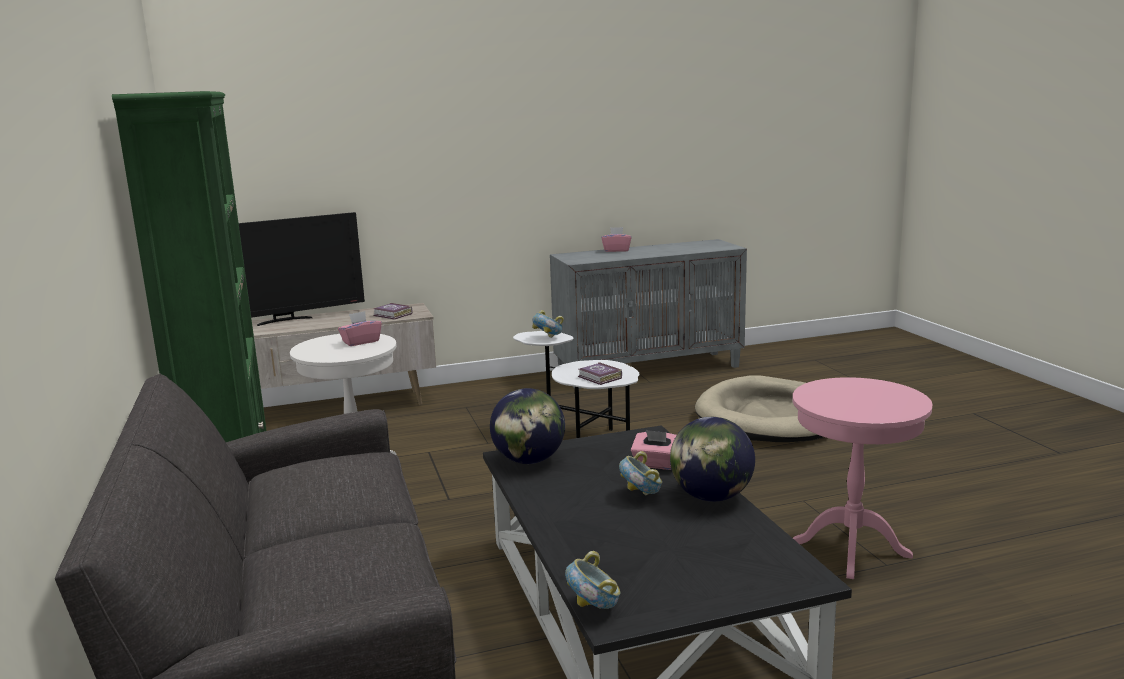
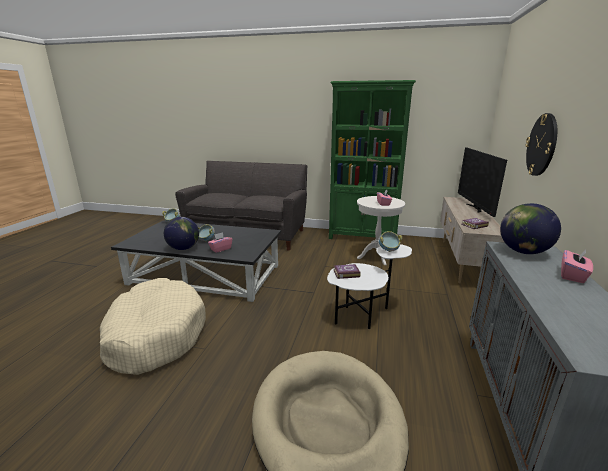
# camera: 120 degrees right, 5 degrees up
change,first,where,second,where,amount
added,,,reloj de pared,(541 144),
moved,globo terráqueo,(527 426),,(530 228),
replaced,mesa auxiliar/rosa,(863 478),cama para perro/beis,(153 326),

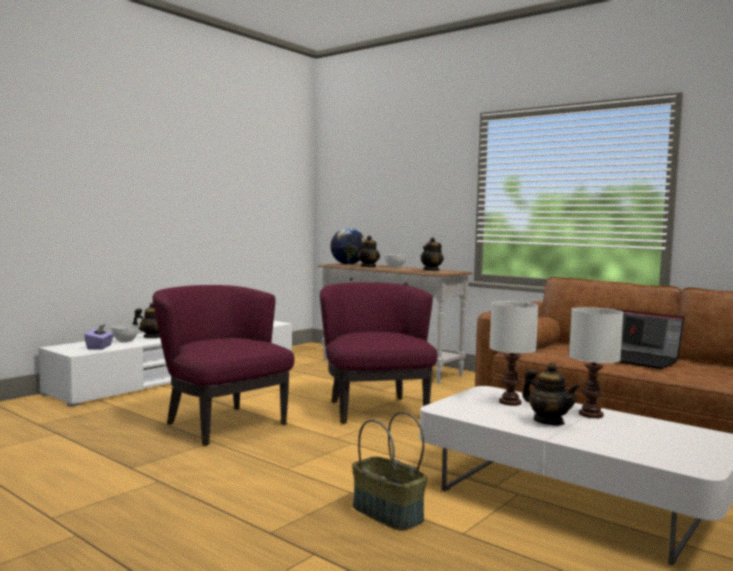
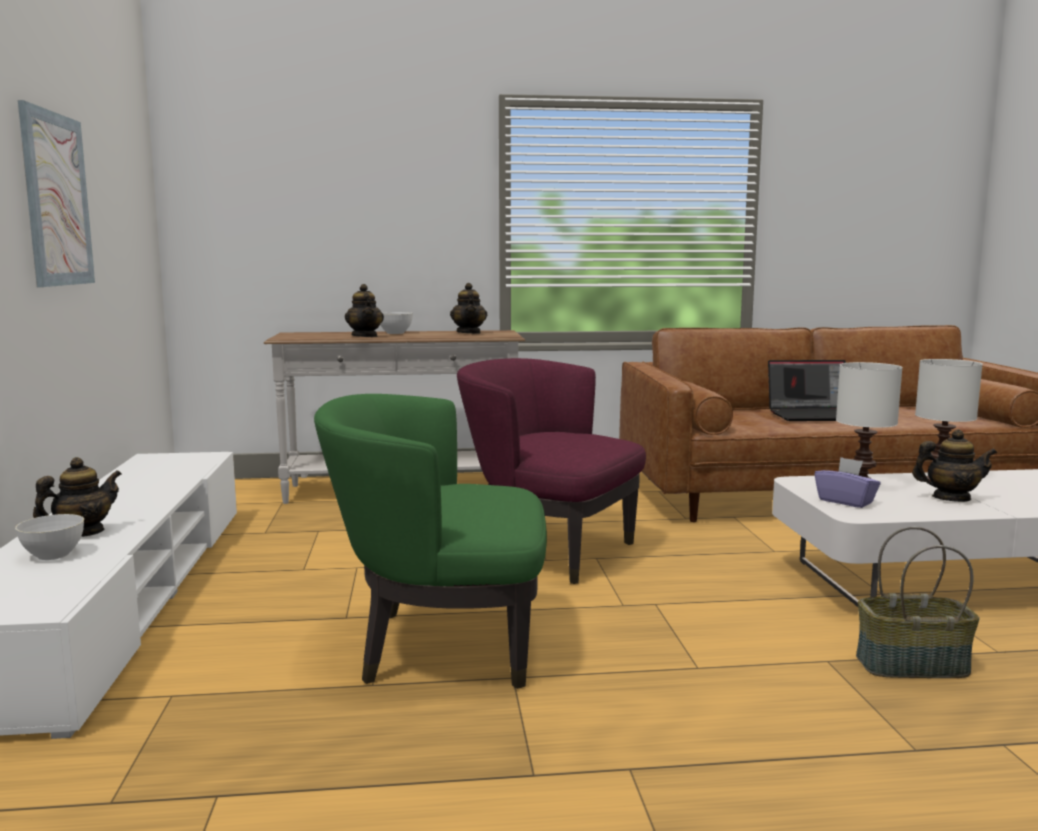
# camera: 45 degrees left, 5 degrees up
change,first,where,second,where,amount
removed,globo terráqueo,(347 246),,,
added,,,cuadro,(56 193),
moved,caja de pañuelos/morado,(99 337),,(848 482),
recoloured,sillón/morado,(224 365),sillón/verde,(430 541),

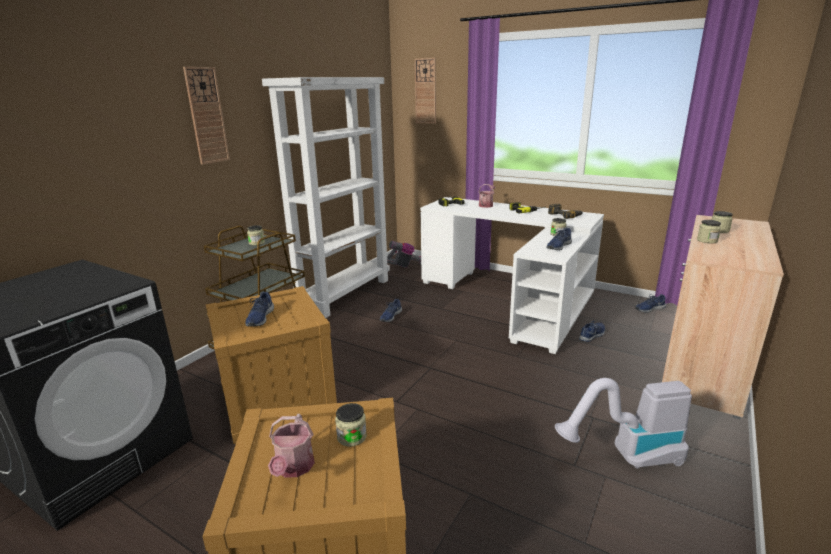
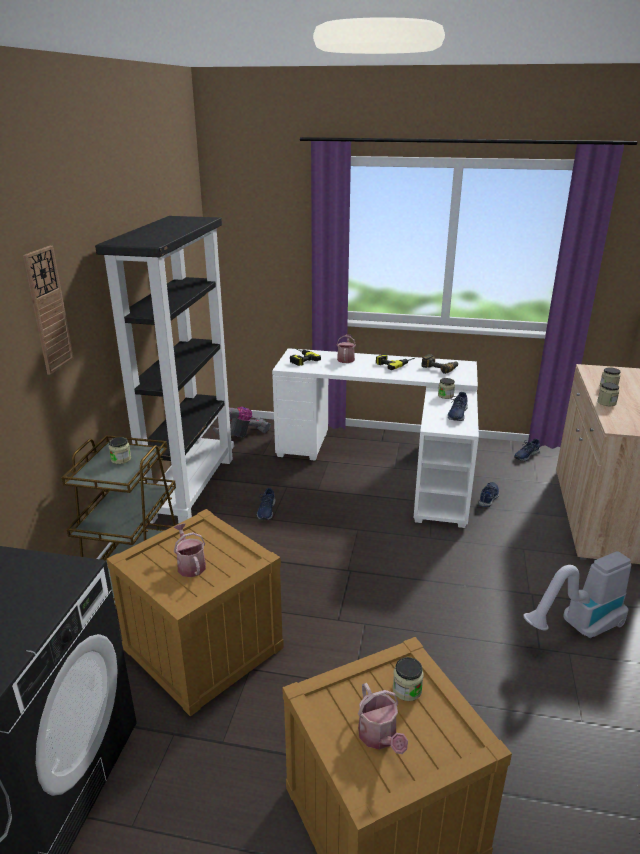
# camera: 20 degrees left, 5 degrees up
change,first,where,second,where,amount
removed,reloj de pared,(425 91),,,
replaced,zapato/azul,(259 309),regadera,(190 550),
recoloured,estantería/blanco,(326 197),estantería/negro,(164 370),

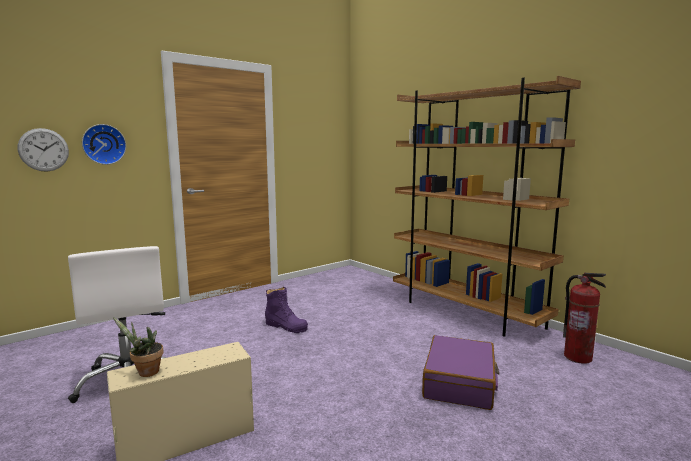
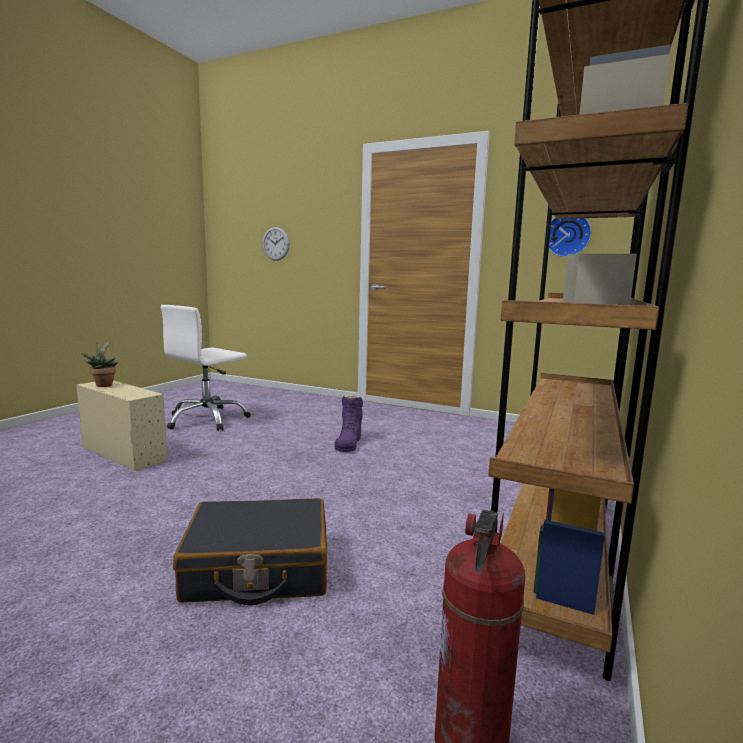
# camera: 65 degrees right, 0 degrees up
change,first,where,second,where,amount
moved,reloj de pared,(104 144),,(568 237),
recoloured,maleta/morado,(460 372),maleta/negro,(250 551),

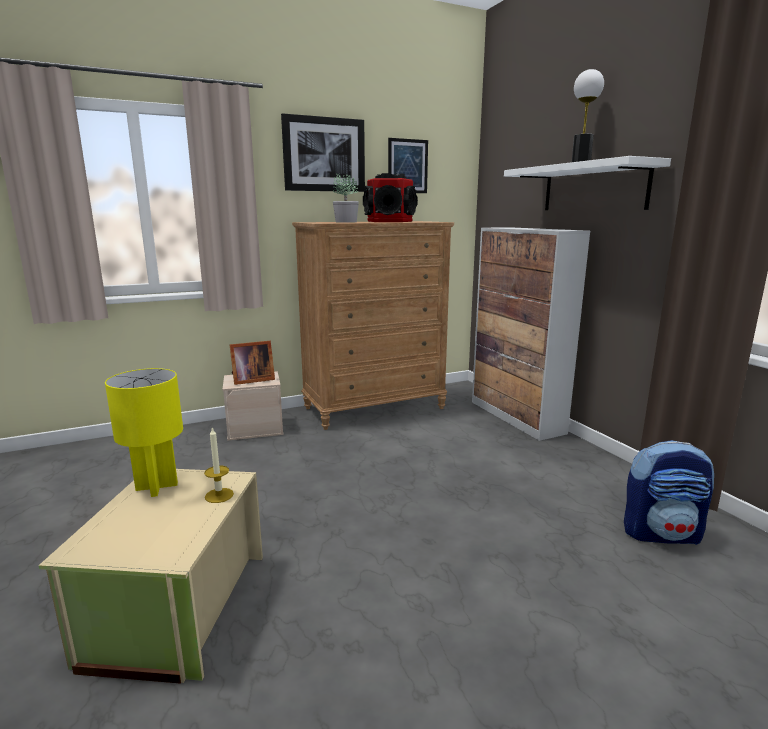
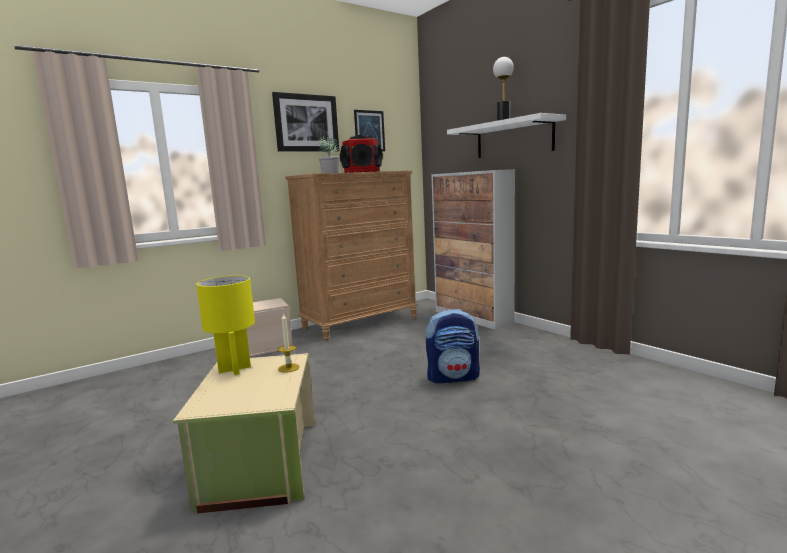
# camera: 10 degrees left, 5 degrees down
change,first,where,second,where,amount
removed,portarretratos,(252 363),,,
moved,mochila,(669 492),,(453 346),

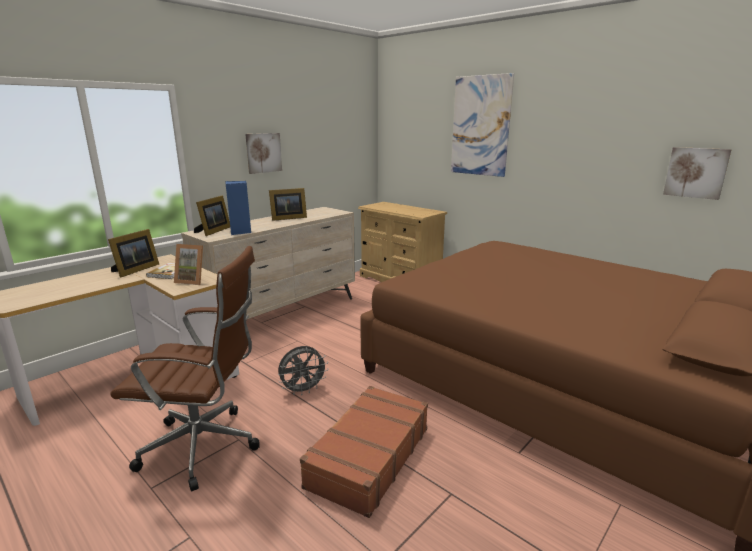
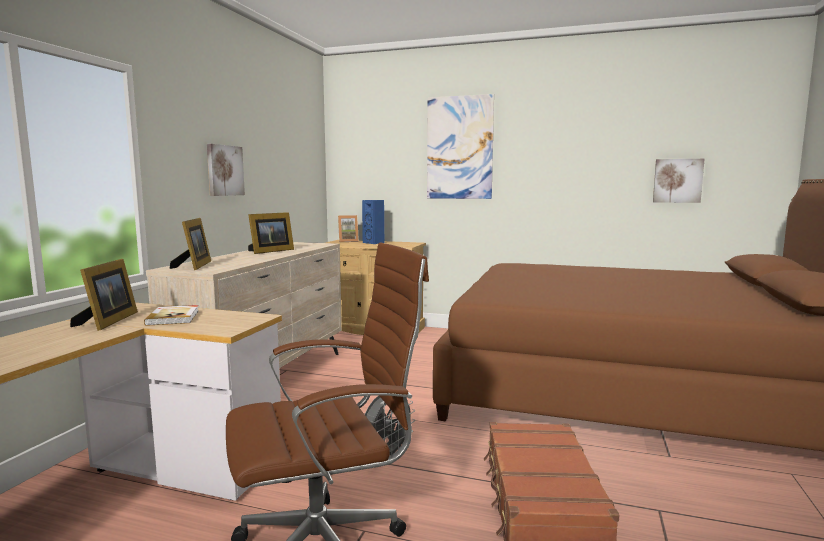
# camera: 25 degrees left, 10 degrees down
change,first,where,second,where,amount
moved,portarretratos,(188 264),,(348 228),
moved,altavoz/azul,(238 208),,(373 222),

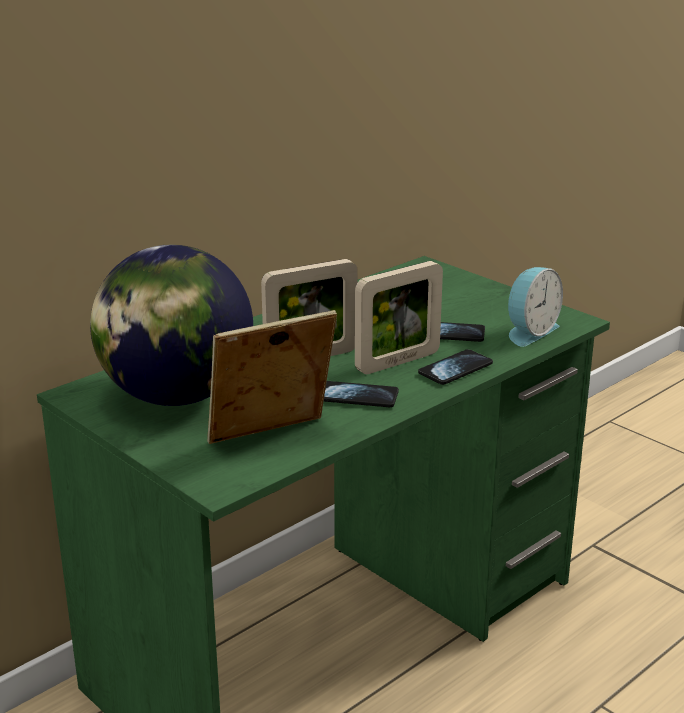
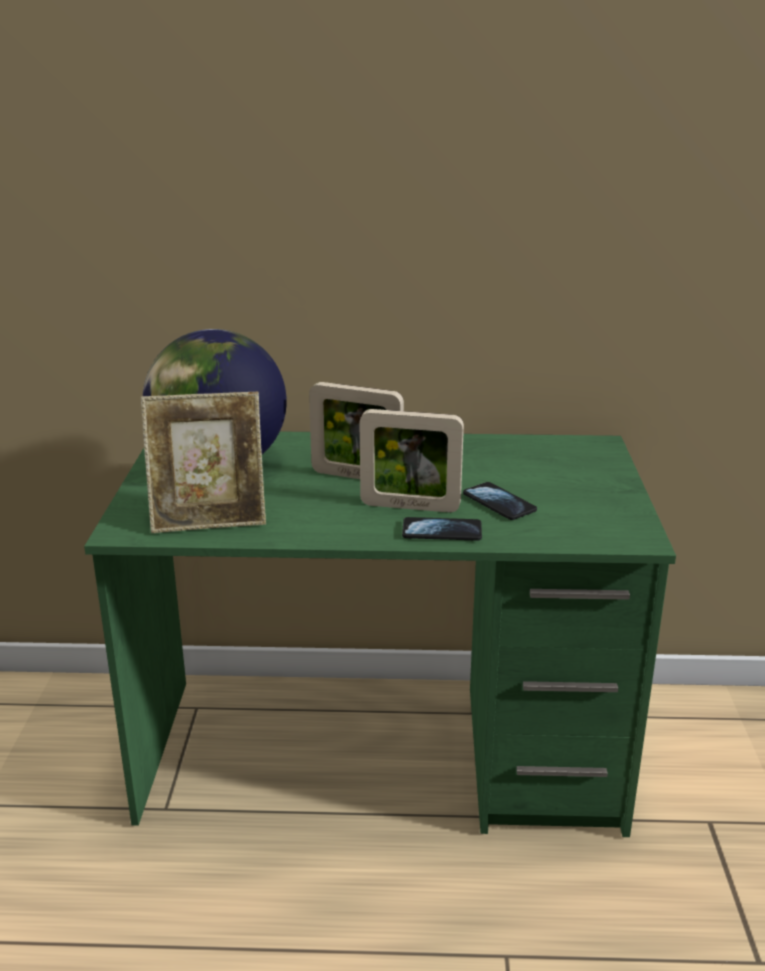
# camera: 45 degrees right, 0 degrees up
change,first,where,second,where,amount
removed,móvil,(361 394),,,
removed,despertador,(535 307),,,
turned,portarretratos,(272 377),,(203 462),150 degrees clockwise

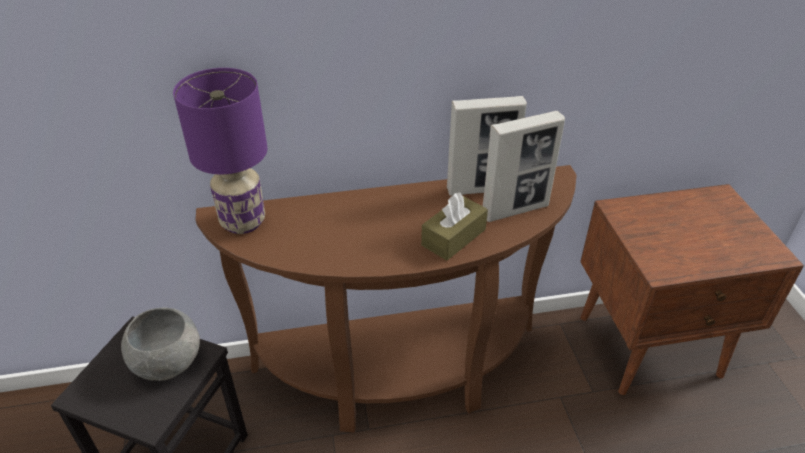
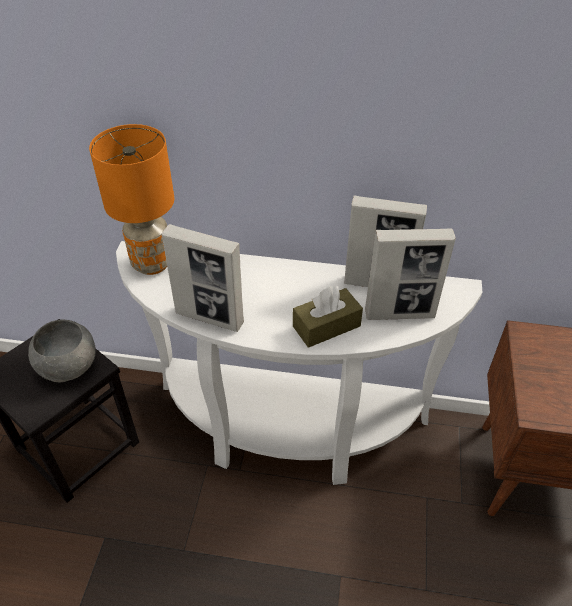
# camera: 20 degrees right, 5 degrees up
change,first,where,second,where,amount
added,,,portarretratos,(203 278),
recoloured,lámpara de mesa/morado,(220 151),lámpara de mesa/naranja,(131 199),
recoloured,mesa consola/marrón,(386 299),mesa consola/blanco,(299 363),

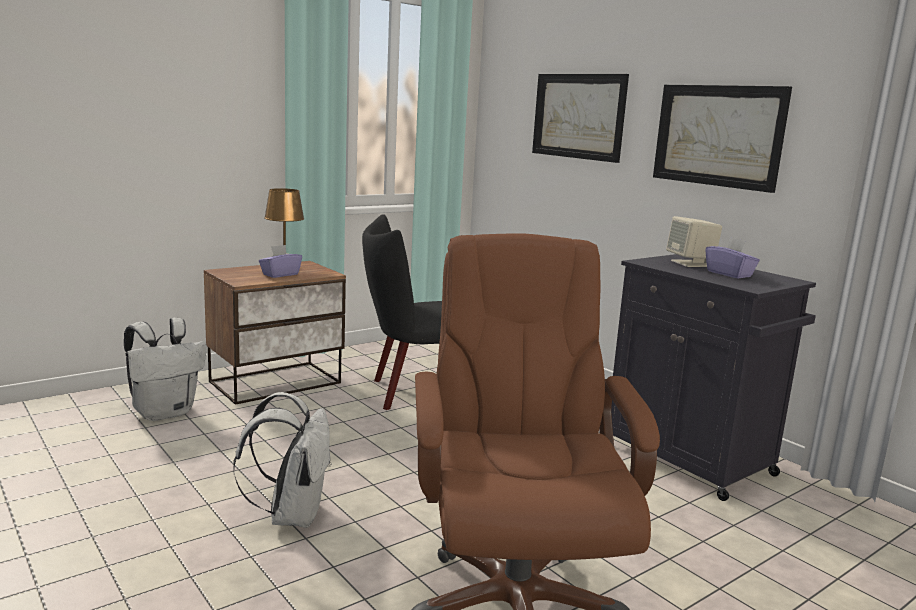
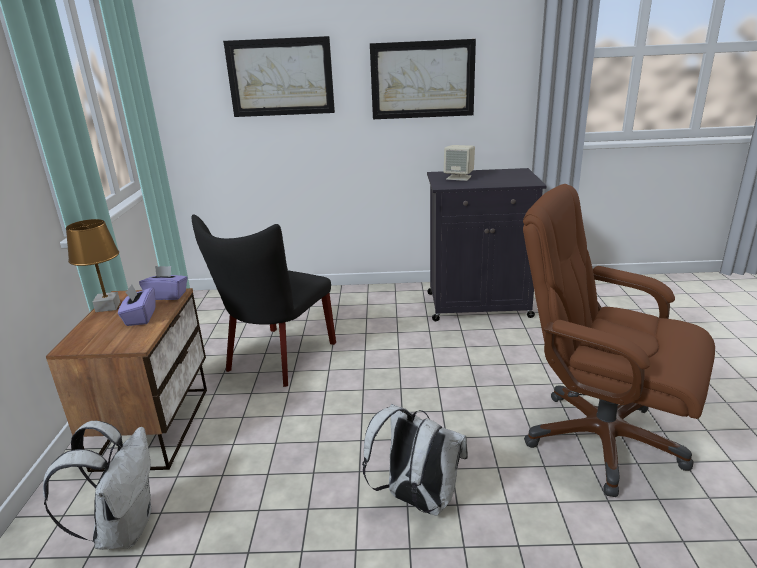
# camera: 50 degrees left, 10 degrees up
change,first,where,second,where,amount
moved,caja de pañuelos/morado,(732 257),,(163 283),

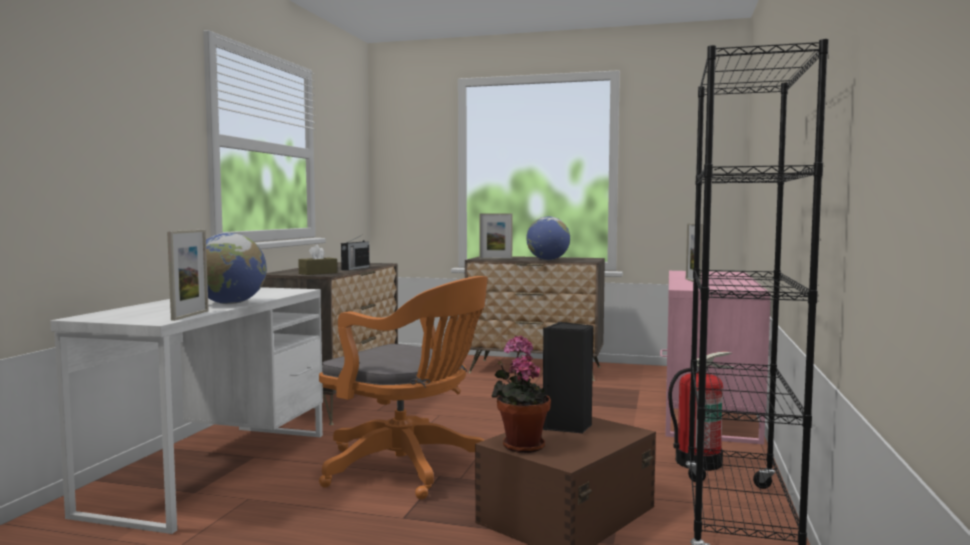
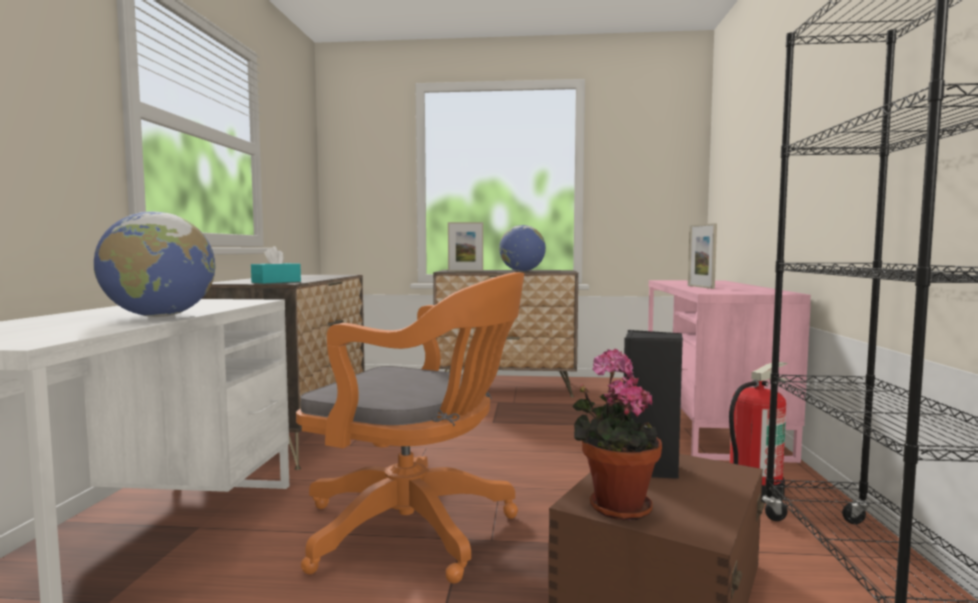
# camera: 10 degrees left, 0 degrees up
change,first,where,second,where,amount
removed,portarretratos,(188 275),,,
removed,radio,(355 253),,,
recoloured,caja de pañuelos/marrón,(317 260),caja de pañuelos/turquesa,(276 265),

